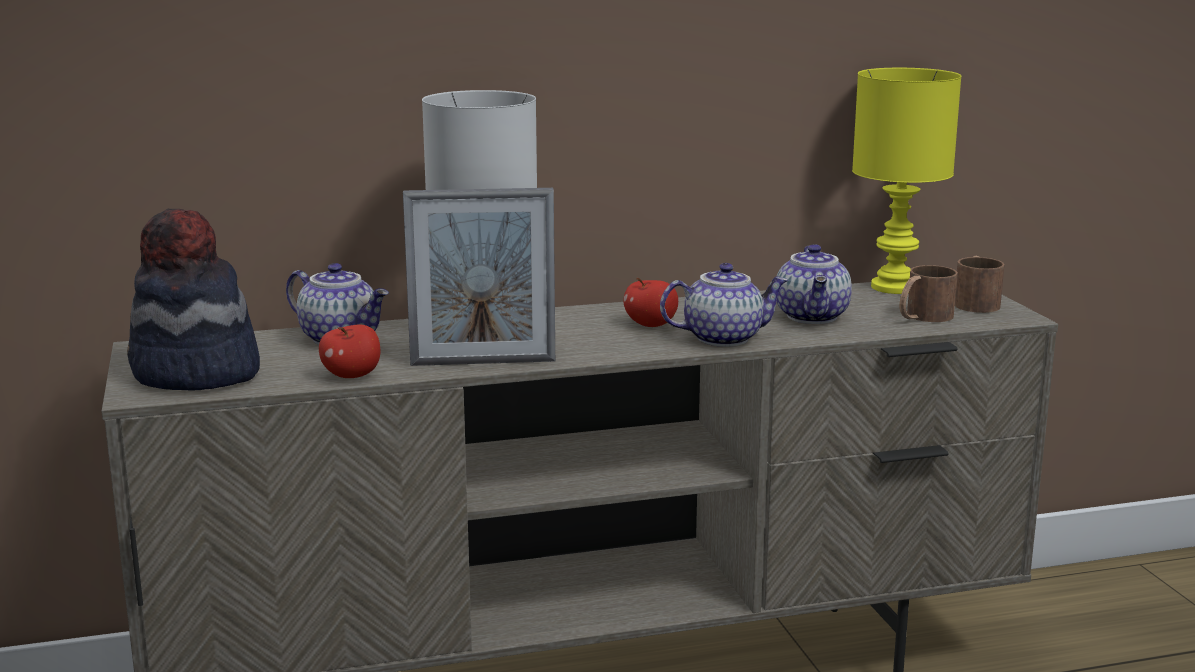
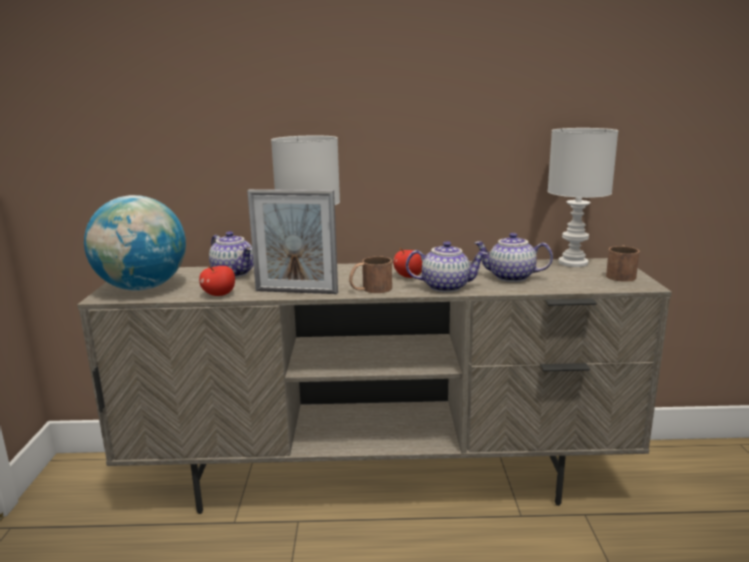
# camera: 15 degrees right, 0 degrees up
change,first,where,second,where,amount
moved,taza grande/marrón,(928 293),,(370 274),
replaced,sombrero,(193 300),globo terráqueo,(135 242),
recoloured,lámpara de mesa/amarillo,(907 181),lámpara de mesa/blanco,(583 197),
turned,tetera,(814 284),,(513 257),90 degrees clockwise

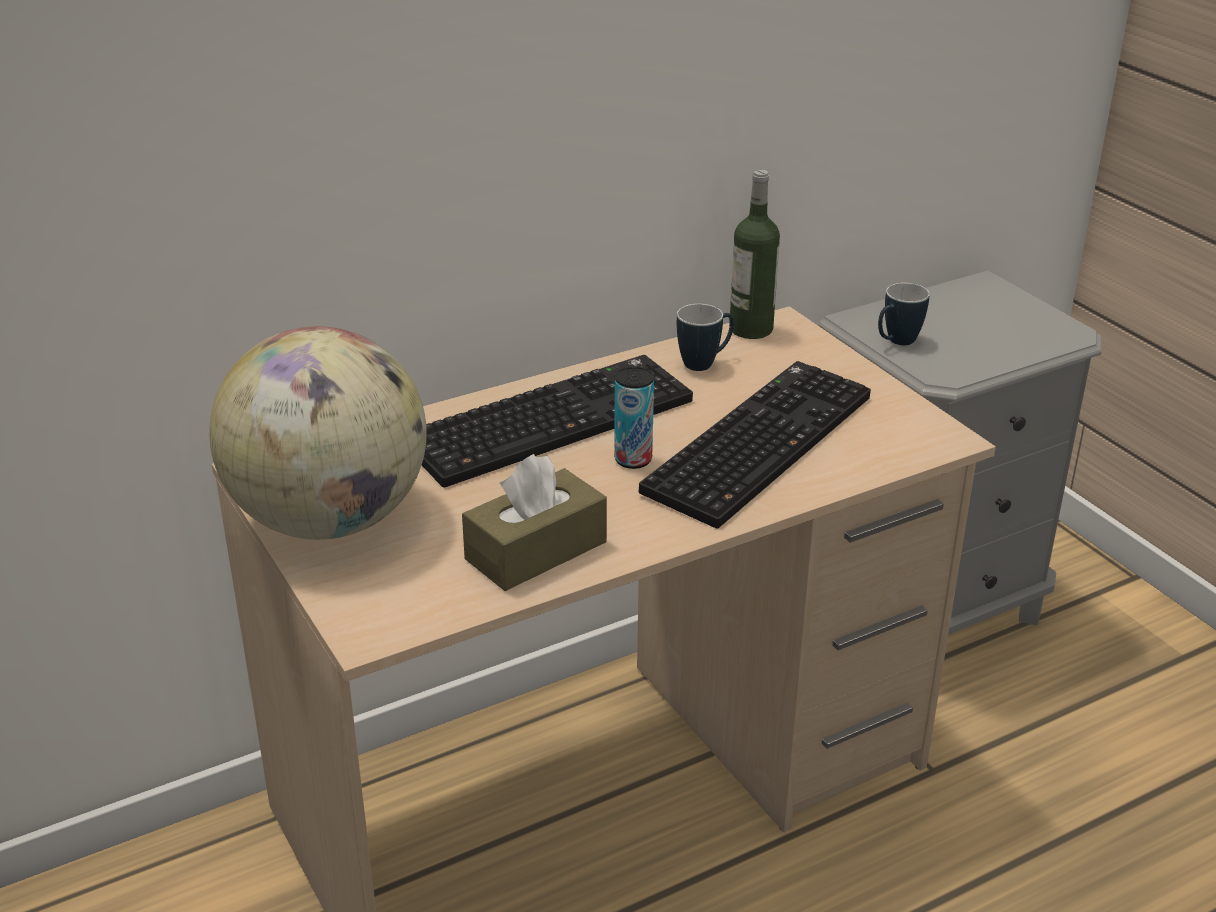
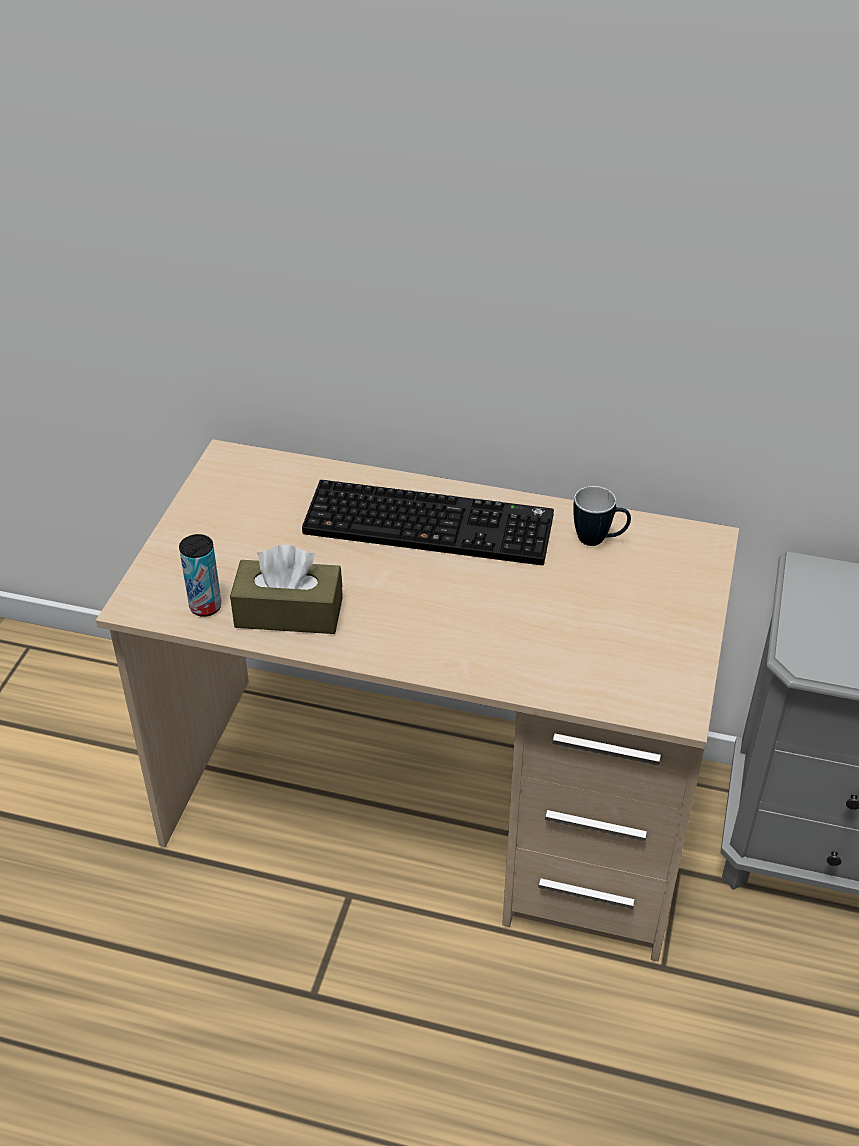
# camera: 45 degrees right, 10 degrees up
change,first,where,second,where,amount
removed,globo terráqueo,(318 433),,,
removed,teclado,(755 444),,,
removed,botella,(754 254),,,
removed,taza grande,(904 314),,,
moved,lata,(634 418),,(200 575),

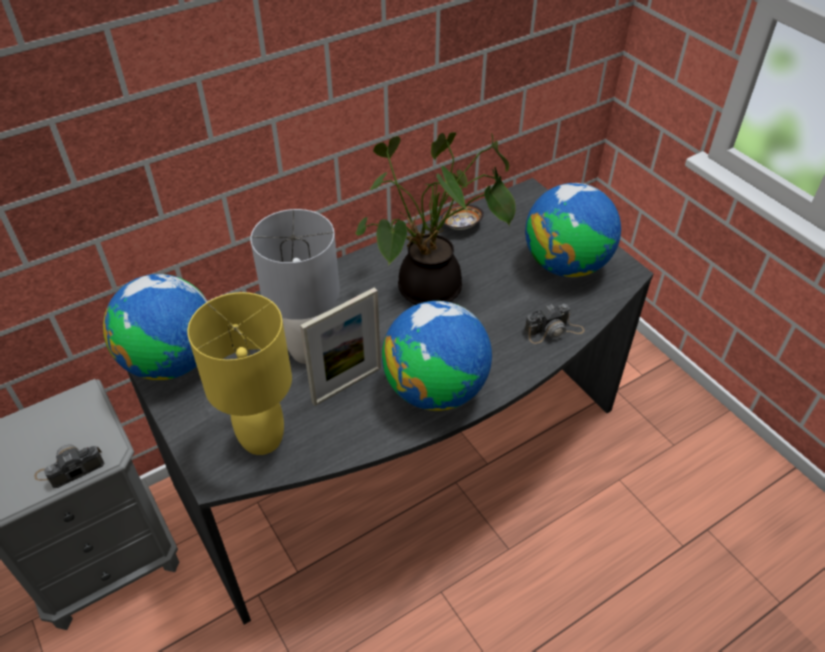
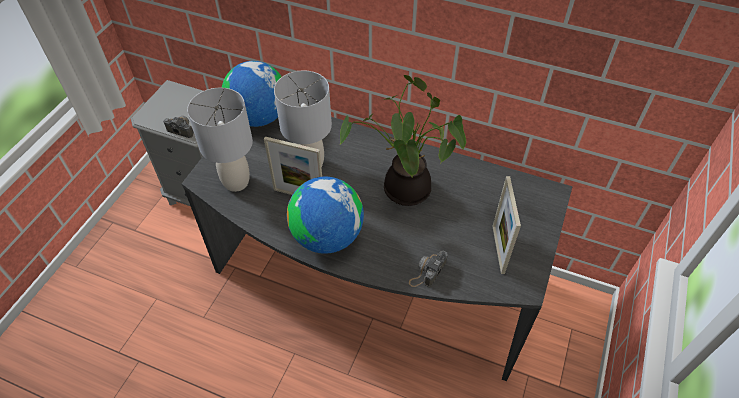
# camera: 55 degrees right, 5 degrees up
change,first,where,second,where,amount
removed,cuenco,(462 217),,,
replaced,globo terráqueo,(573 230),portarretratos,(506 225),
recoloured,lámpara de mesa/amarillo,(239 373),lámpara de mesa/gris,(220 140),
turned,cámara,(554 324),,(428 269),90 degrees clockwise

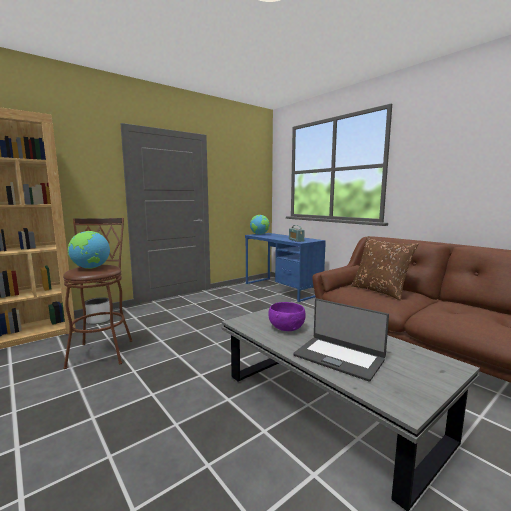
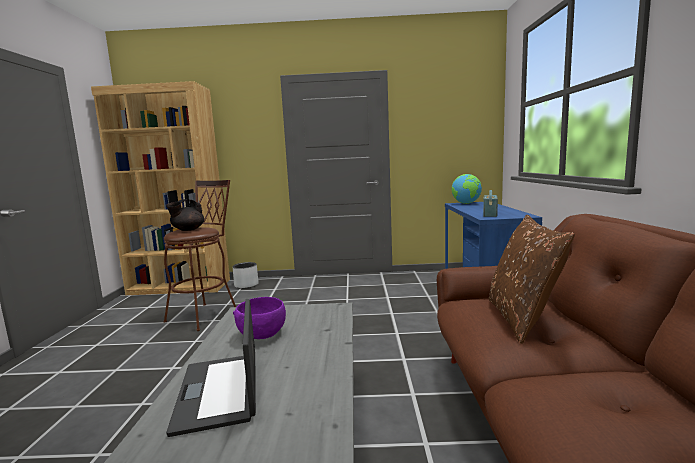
# camera: 40 degrees right, 0 degrees up
change,first,where,second,where,amount
replaced,globo terráqueo,(89 250),tetera/negro,(185 215),

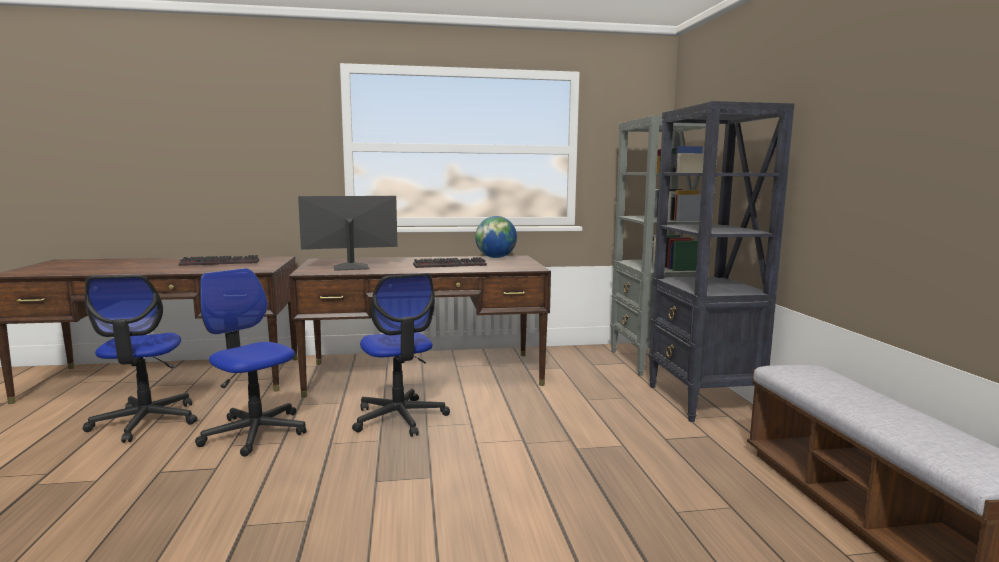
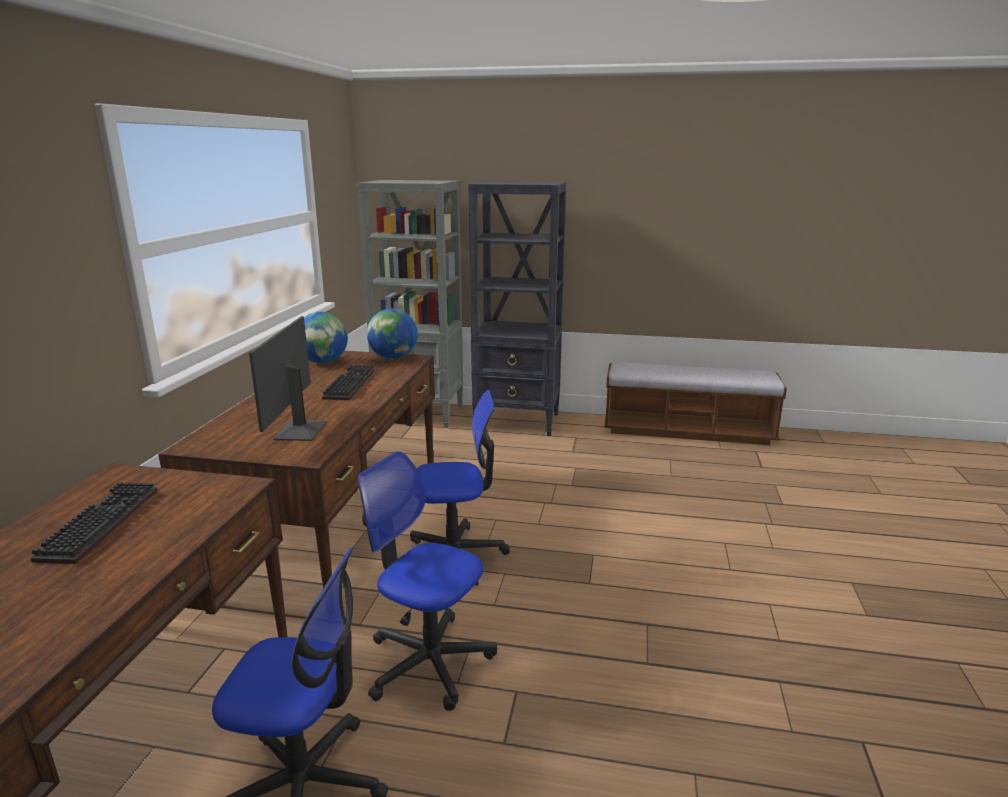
# camera: 70 degrees left, 10 degrees up
change,first,where,second,where,amount
added,,,globo terráqueo,(392 333),
turned,silla de oficina,(251 362),,(427 581),60 degrees clockwise

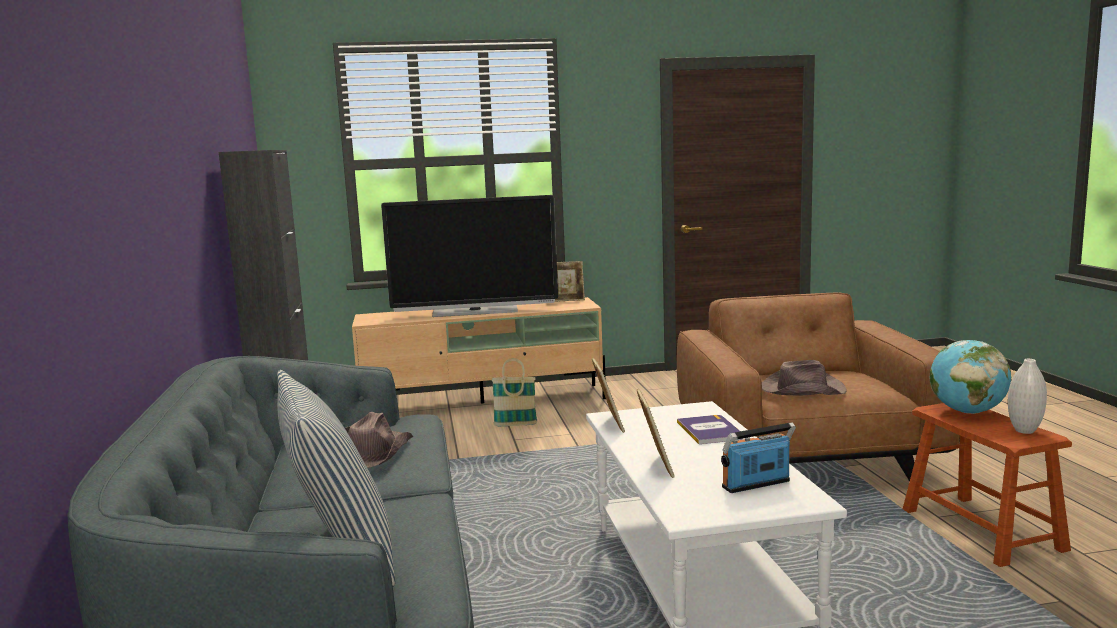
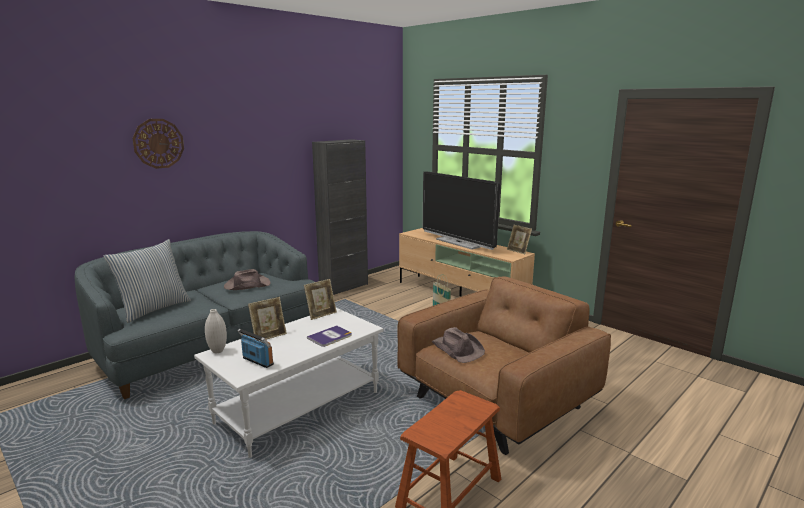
# camera: 55 degrees right, 5 degrees up
change,first,where,second,where,amount
removed,globo terráqueo,(971 377),,,
added,,,reloj de pared,(158 144),
moved,florero/blanco,(1027 396),,(216 331),

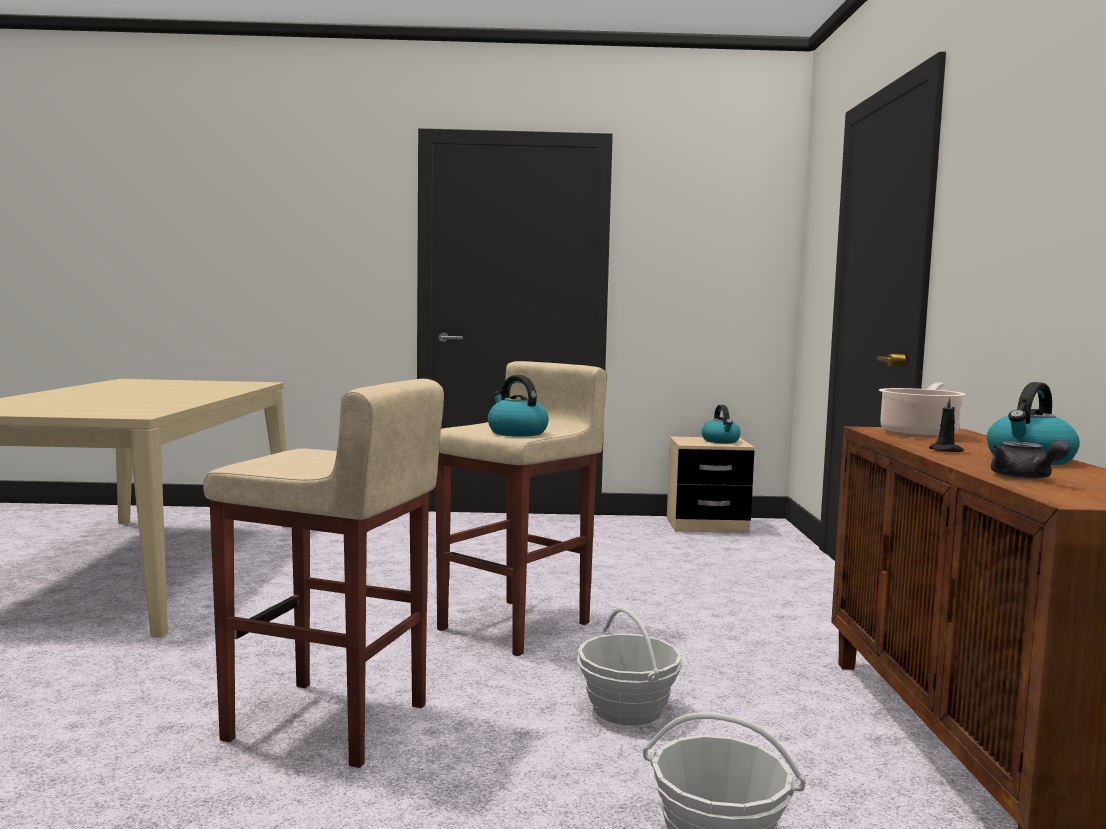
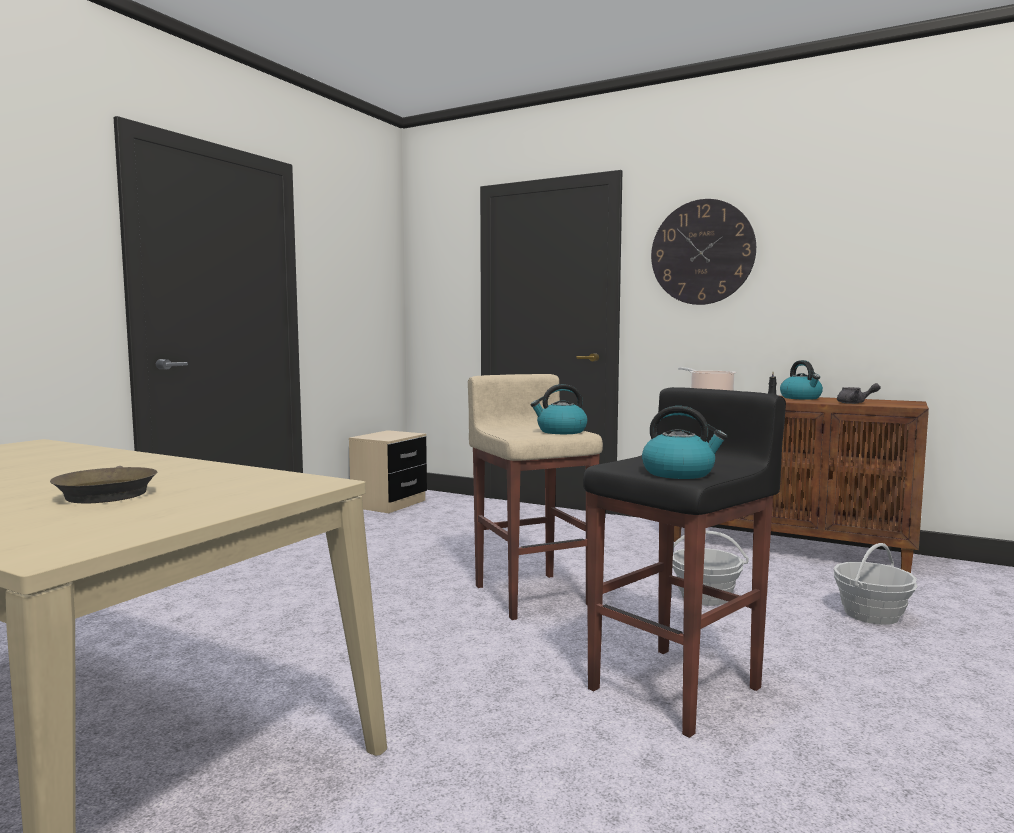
# camera: 60 degrees left, 0 degrees up
change,first,where,second,where,amount
added,,,sartén/marrón,(103 484),
added,,,reloj de pared,(703 252),
moved,hervidor,(721 424),,(684 442),
recoloured,taburete/beis,(323 573),taburete/negro,(684 562),

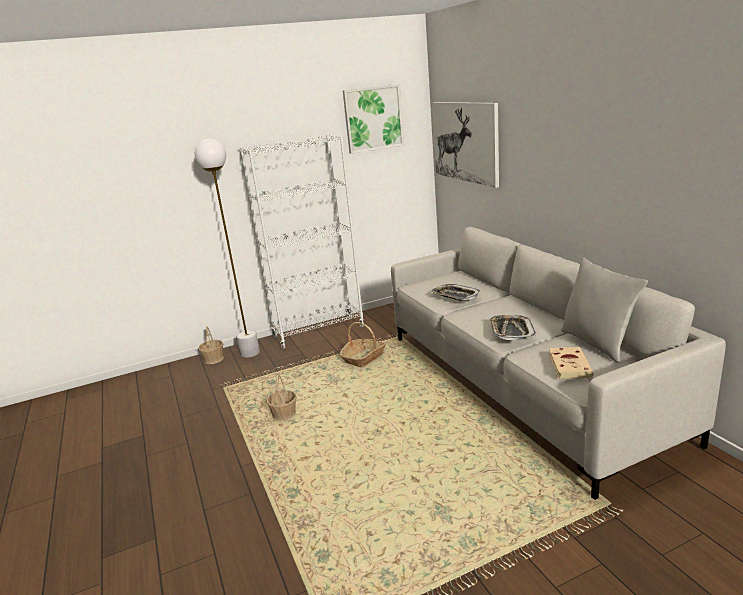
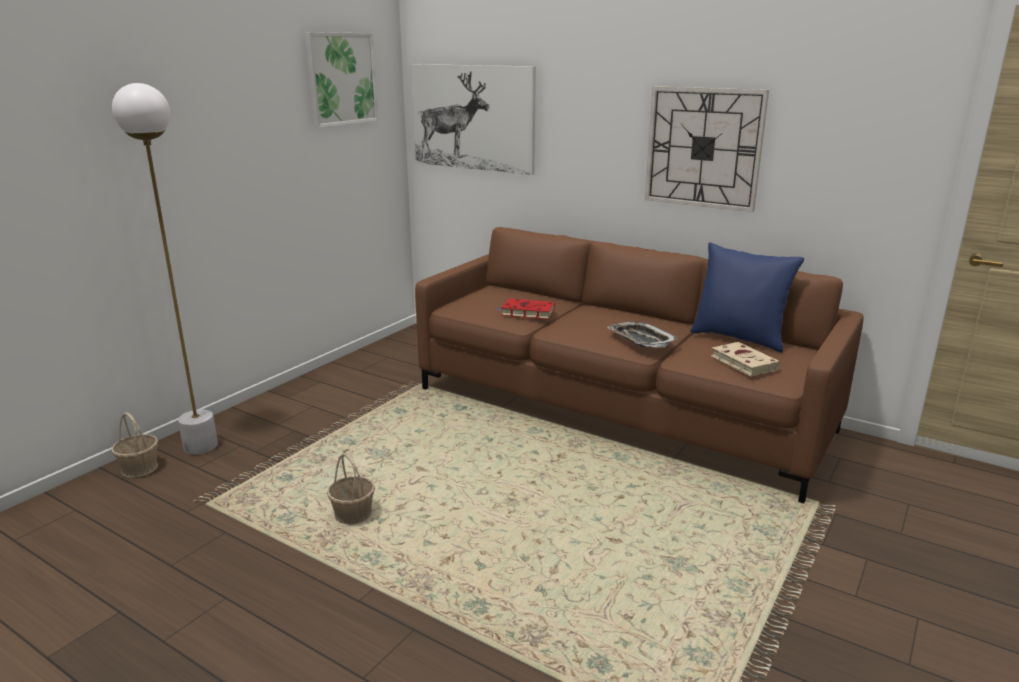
# camera: 35 degrees left, 0 degrees up
change,first,where,second,where,amount
removed,estantería/blanco,(302 241),,,
removed,cesta,(363 344),,,
added,,,reloj de pared,(707 149),
replaced,bandeja,(455 292),libro/rojo,(526 309),
recoloured,sofá/gris,(558 363),sofá/marrón,(639 365),
recoloured,cojín/gris,(604 310),cojín/azul,(747 297),

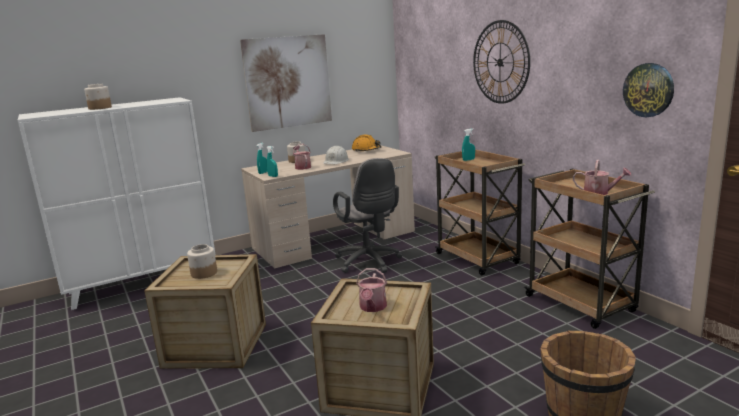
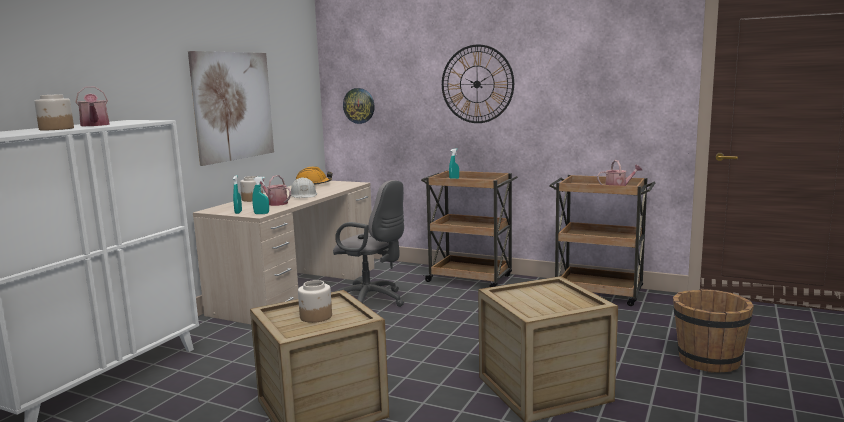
# camera: 35 degrees left, 5 degrees down
change,first,where,second,where,amount
moved,regadera,(371 290),,(93 106),
moved,reloj de pared,(648 90),,(359 106),

